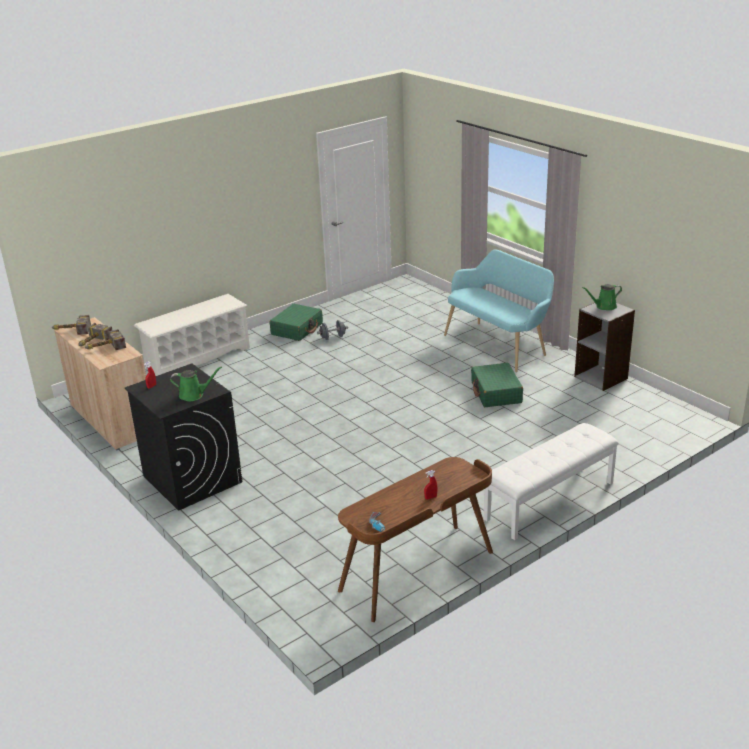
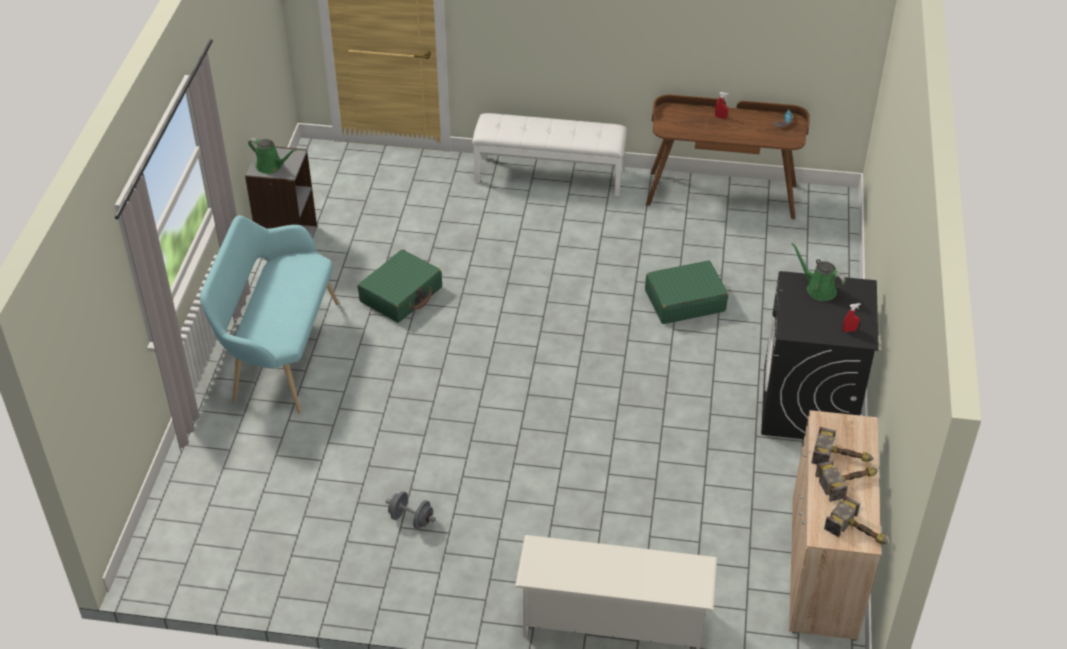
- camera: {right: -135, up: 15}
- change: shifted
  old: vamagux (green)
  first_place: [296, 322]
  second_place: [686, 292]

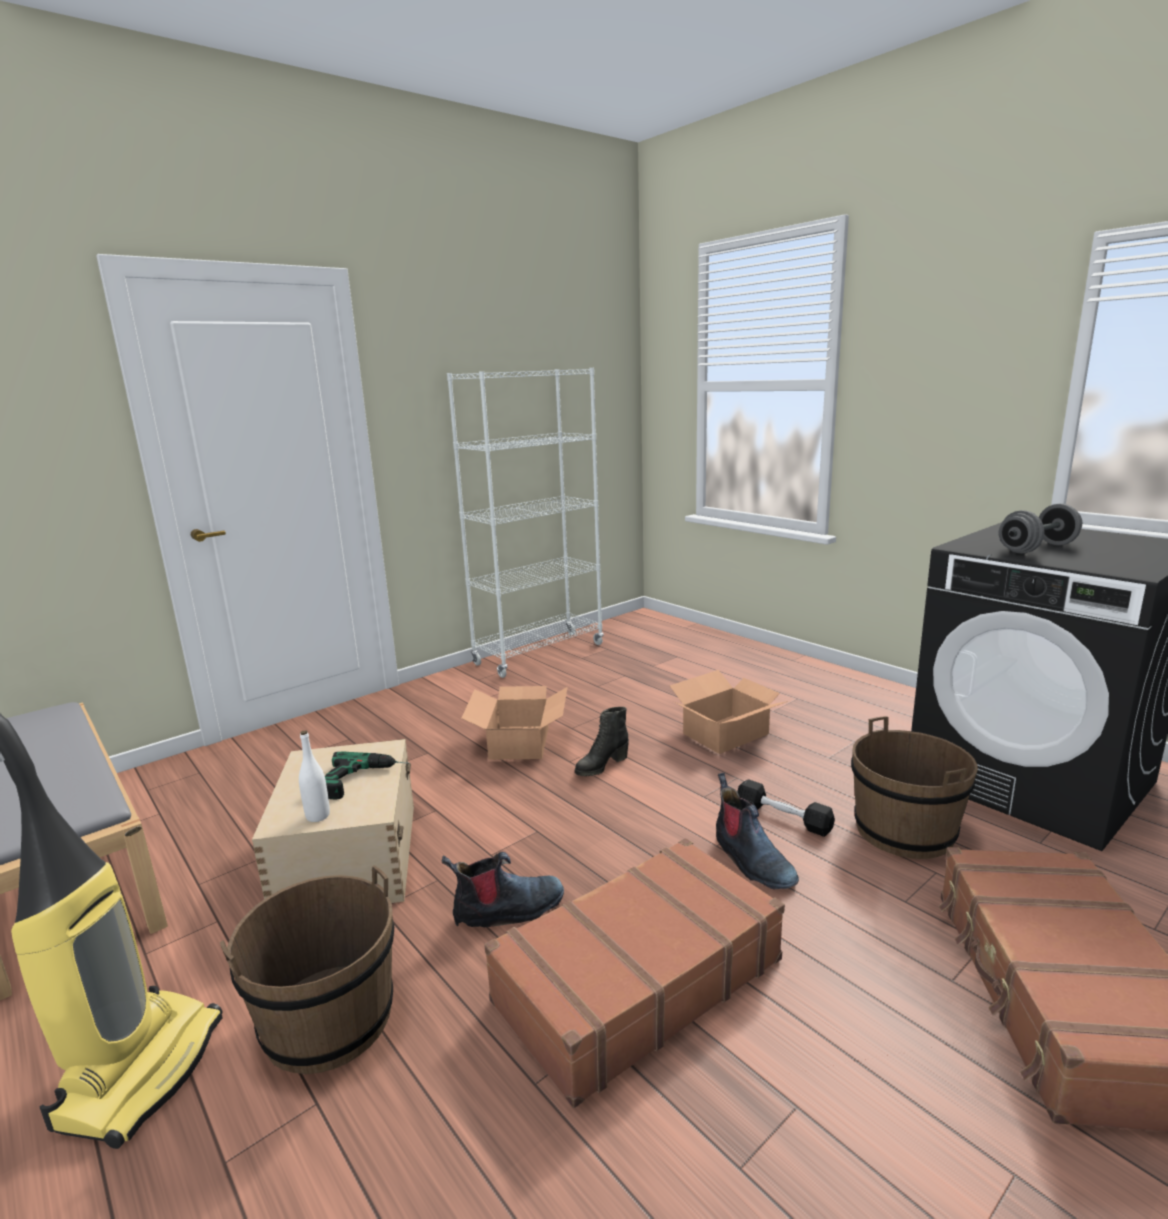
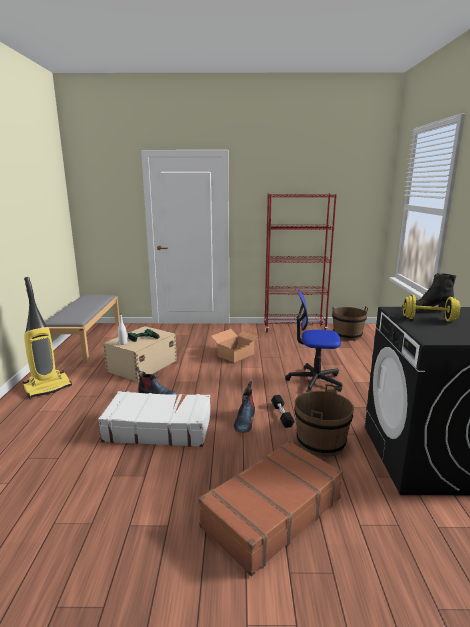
- camera: {right: 40, up: 0}
- change: shifted
  old: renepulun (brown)
  first_place: [307, 969]
  second_place: [350, 323]
- change: repainted
  old: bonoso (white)
  new: bonoso (red)
  first_place: [525, 523]
  second_place: [300, 263]
- change: repainted
  old: vamagux (brown)
  new: vamagux (white)
  first_place: [634, 973]
  second_place: [154, 419]
- change: shifted
  old: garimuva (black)
  first_place: [602, 741]
  second_place: [436, 292]
- change: swapped
  old: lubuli
  new: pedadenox
  first_place: [729, 712]
  second_place: [314, 341]
- change: repainted
  old: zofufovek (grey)
  new: zofufovek (yellow)
  first_place: [1040, 529]
  second_place: [431, 308]

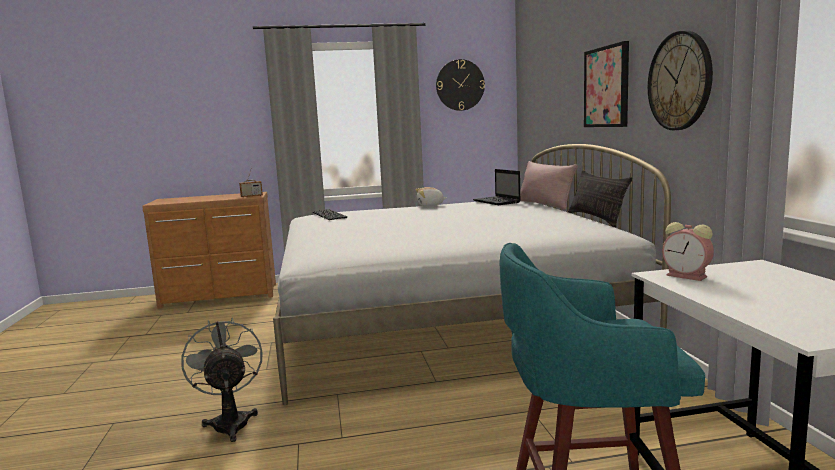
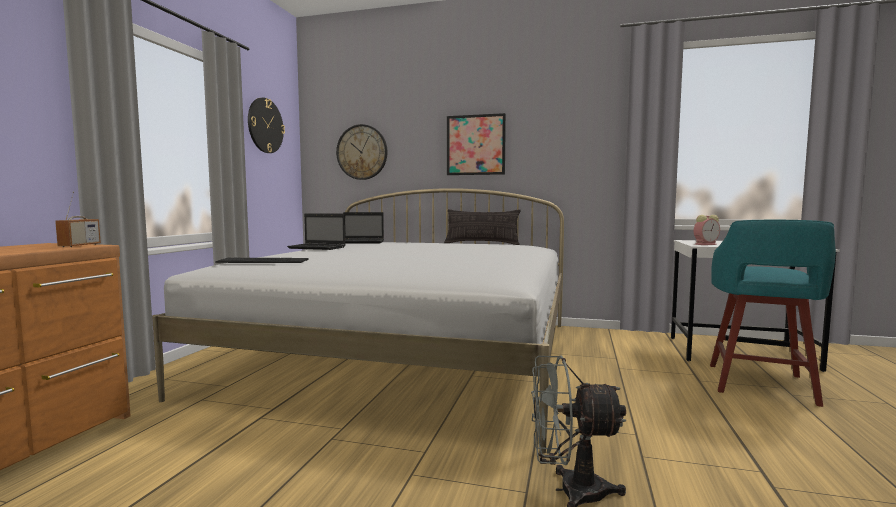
- camera: {right: -65, up: -5}
- change: swapped
  old: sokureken
  new: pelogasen
  first_place: [431, 196]
  second_place: [316, 231]
- change: gone
  old: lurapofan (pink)
  first_place: [549, 185]
- change: shifted
  old: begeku
  first_place: [680, 80]
  second_place: [362, 152]

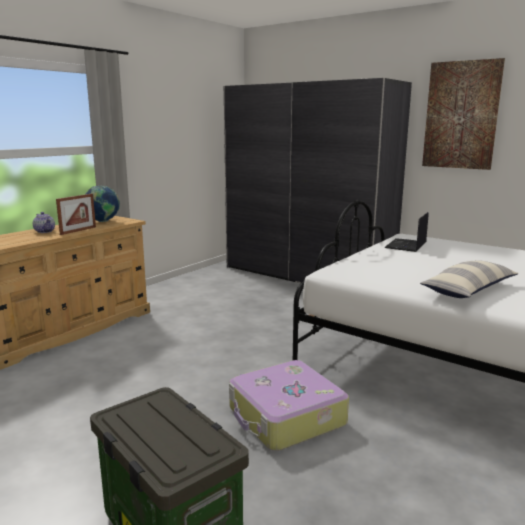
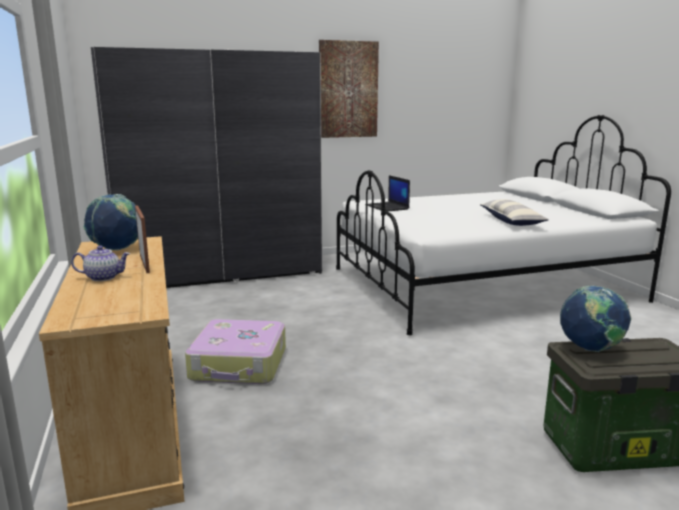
- camera: {right: -55, up: 0}
- change: shifted
  old: vamagux
  first_place: [289, 405]
  second_place: [235, 351]
- change: new
  new: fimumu
  second_place: [595, 318]

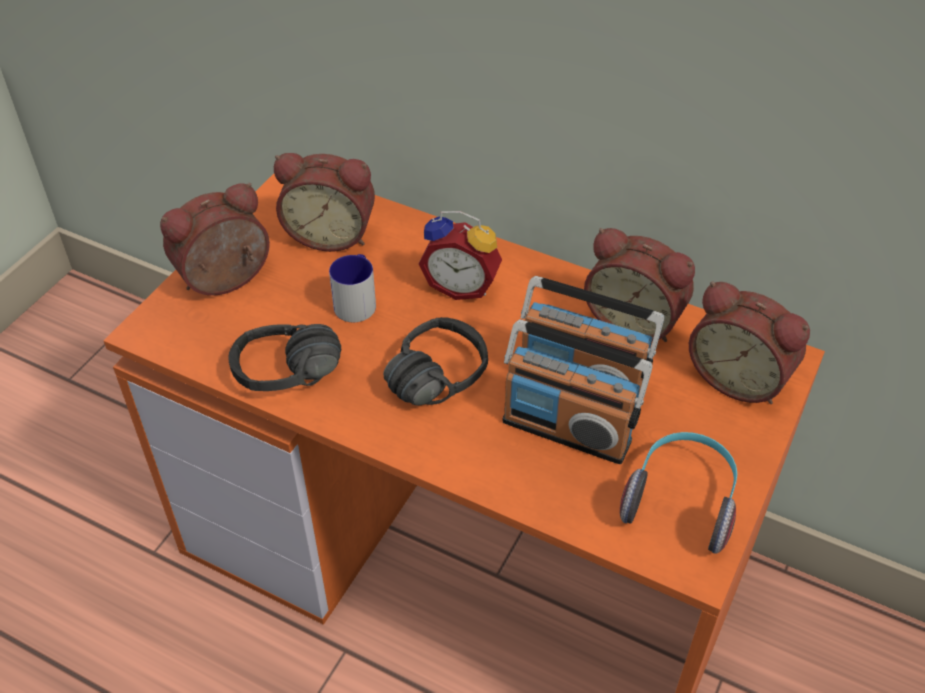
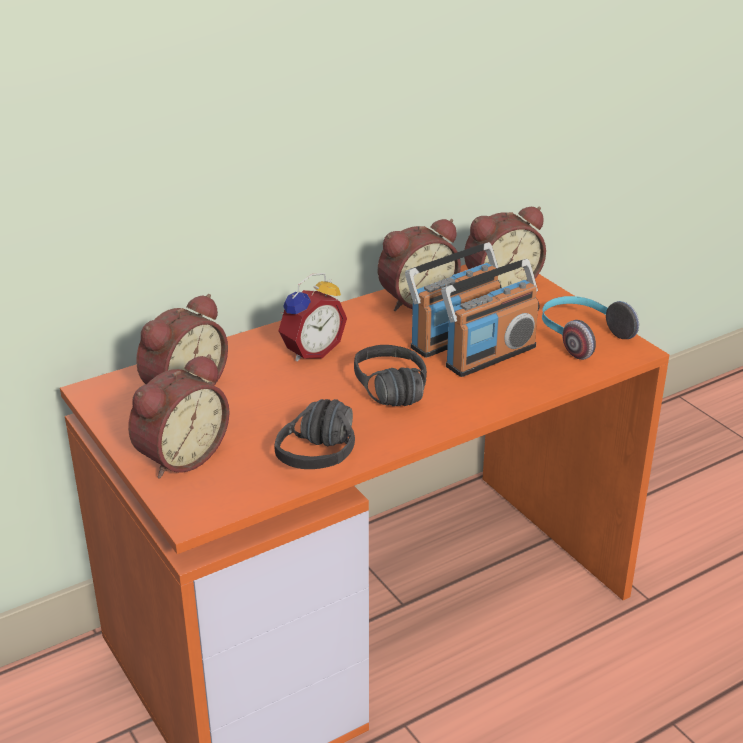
- camera: {right: -60, up: -15}
- change: rotated
  old: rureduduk
  first_place: [215, 239]
  second_place: [178, 416]
  degrees: -135
- change: gone
  old: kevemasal
  first_place: [352, 288]

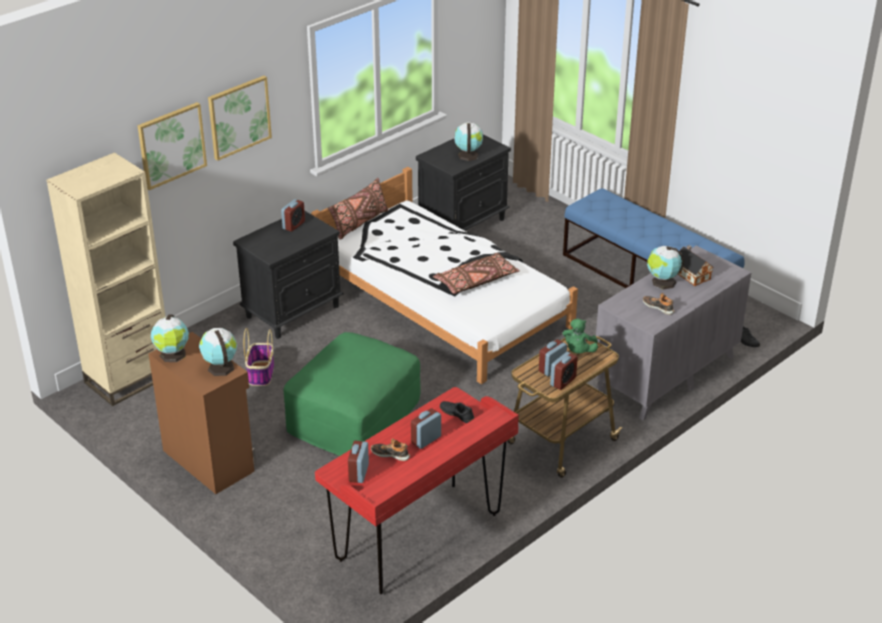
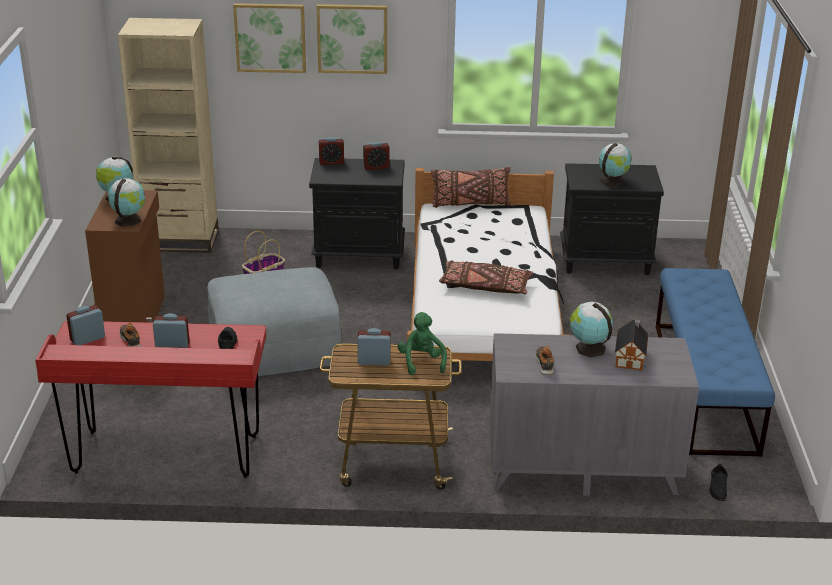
- camera: {right: 45, up: -5}
- change: repainted
  old: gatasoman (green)
  new: gatasoman (grey)
  first_place: [352, 394]
  second_place: [274, 321]
- change: shifted
  old: rureduduk
  first_place: [564, 371]
  second_place: [331, 151]
- change: rotated
  old: sokureken (green)
  first_place: [580, 336]
  second_place: [422, 343]
  degrees: 105

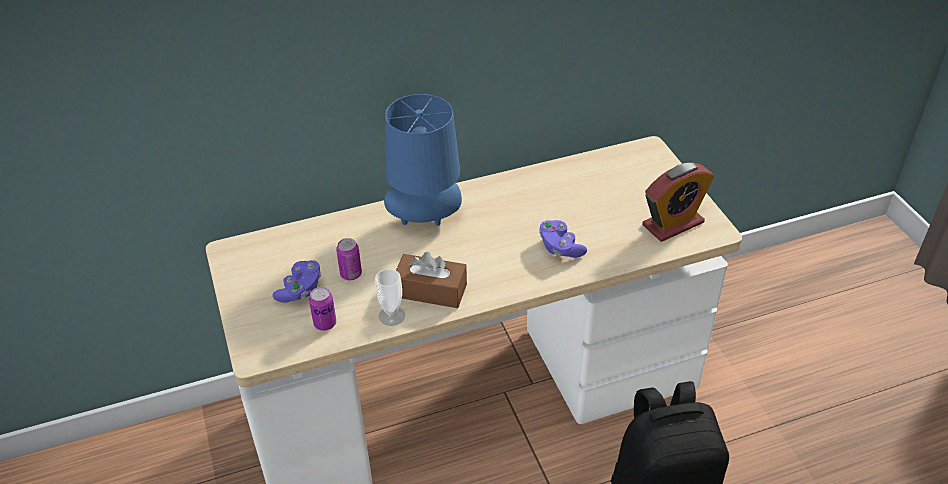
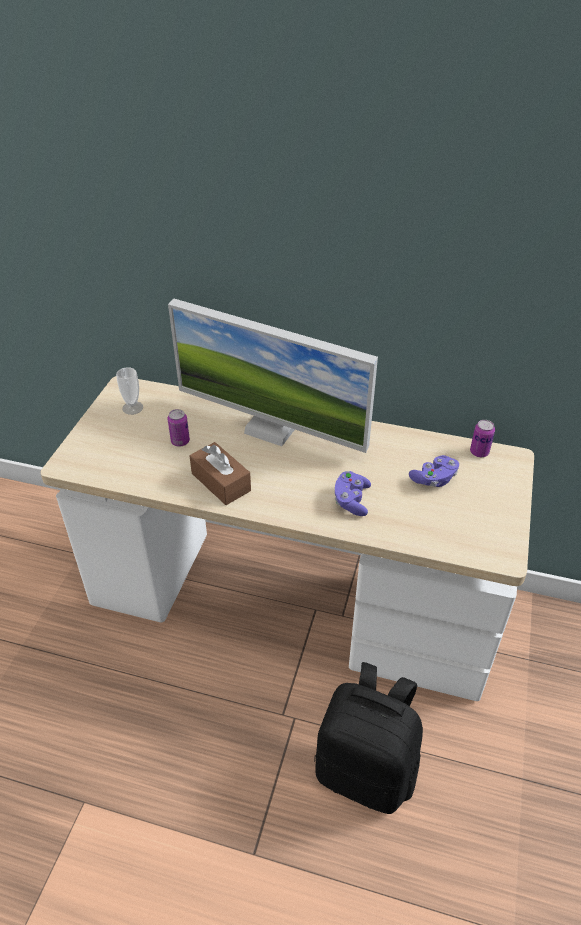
- camera: {right: 35, up: 0}
- change: shifted
  old: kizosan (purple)
  first_place: [296, 281]
  second_place: [434, 471]
- change: shifted
  old: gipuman
  first_place: [322, 309]
  second_place: [482, 438]
- change: shifted
  old: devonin
  first_place: [390, 297]
  second_place: [129, 391]
- change: swapped
  old: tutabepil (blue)
  new: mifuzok
  first_place: [423, 160]
  second_place: [273, 375]
- change: gone
  old: rureduduk
  first_place: [678, 202]

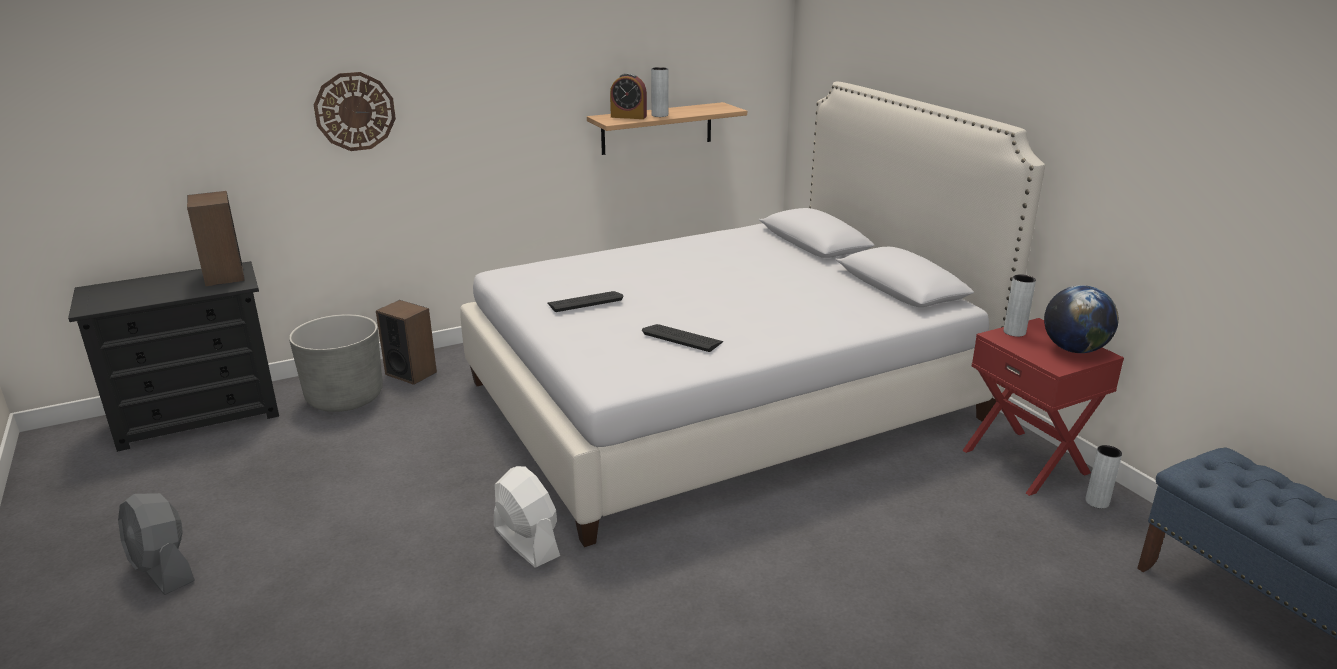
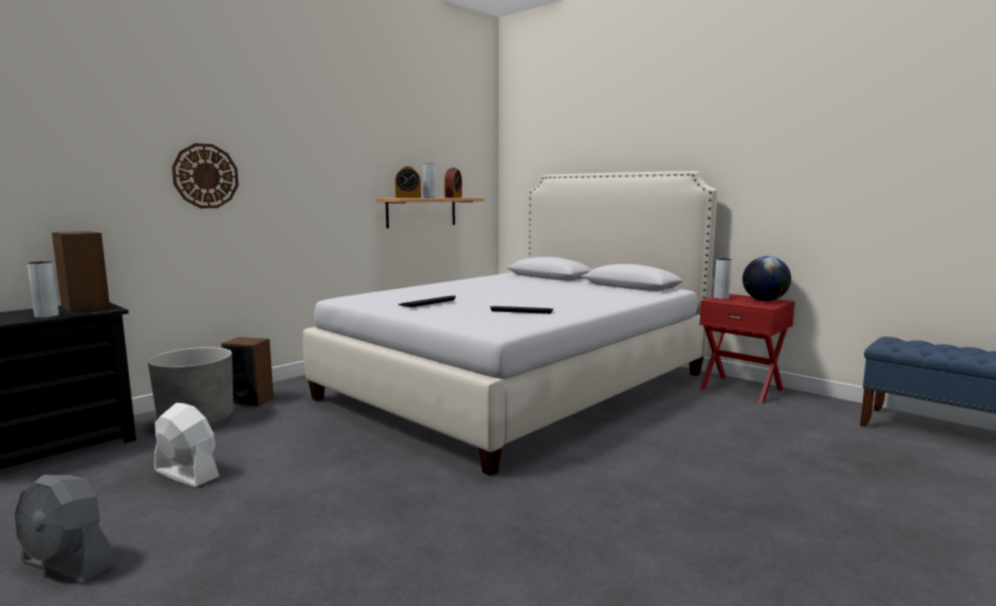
- camera: {right: -20, up: -15}
- change: shifted
  old: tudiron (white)
  first_place: [527, 517]
  second_place: [186, 445]
- change: shifted
  old: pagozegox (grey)
  first_place: [1103, 476]
  second_place: [43, 289]
- change: new
  new: rureduduk
  second_place: [453, 183]

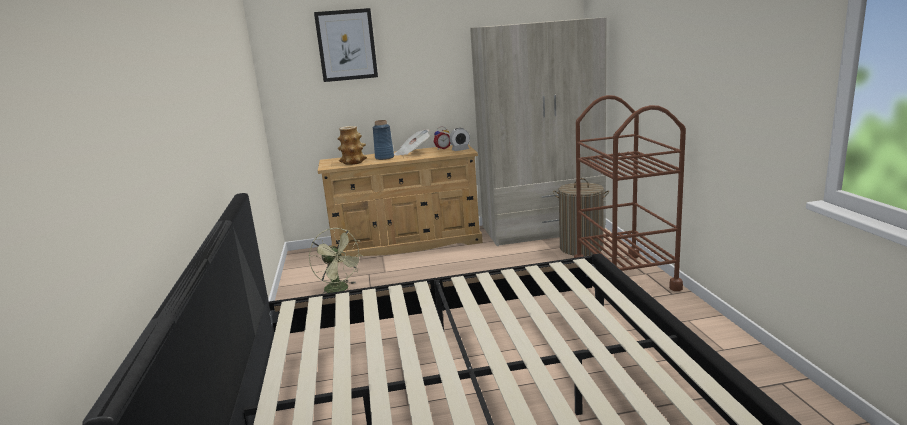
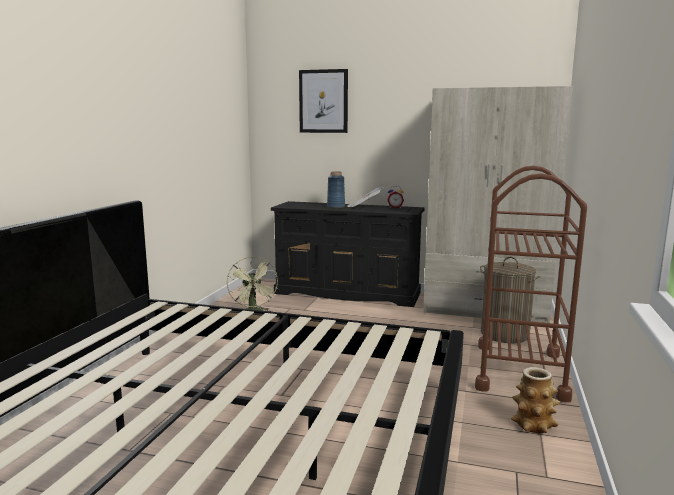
- camera: {right: 25, up: -5}
- change: repainted
  old: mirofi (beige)
  new: mirofi (black)
  first_place: [400, 204]
  second_place: [348, 254]
- change: shifted
  old: pagozegox
  first_place: [352, 145]
  second_place: [535, 400]
- change: gone
  old: rureduduk
  first_place: [459, 139]

